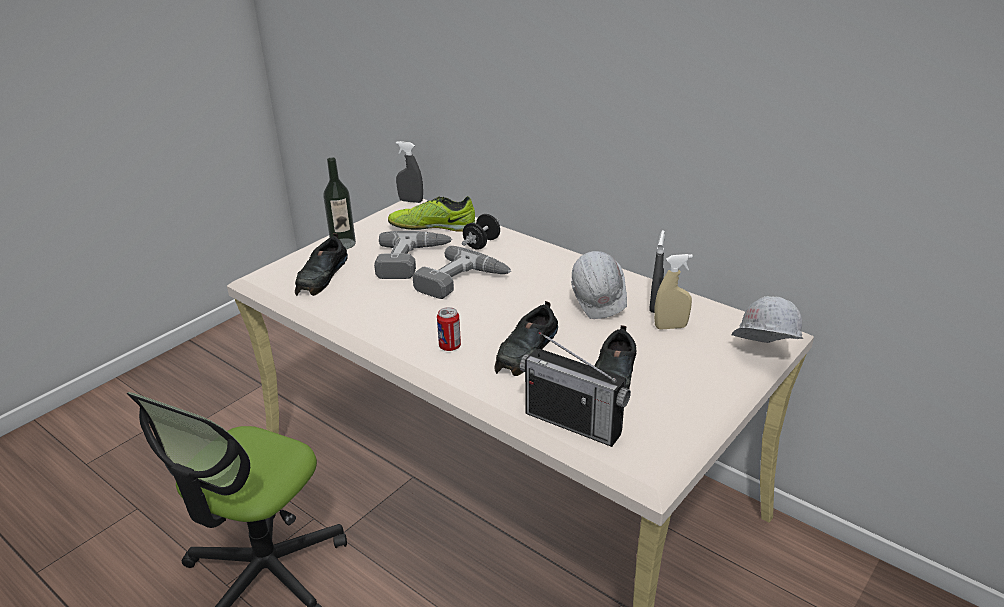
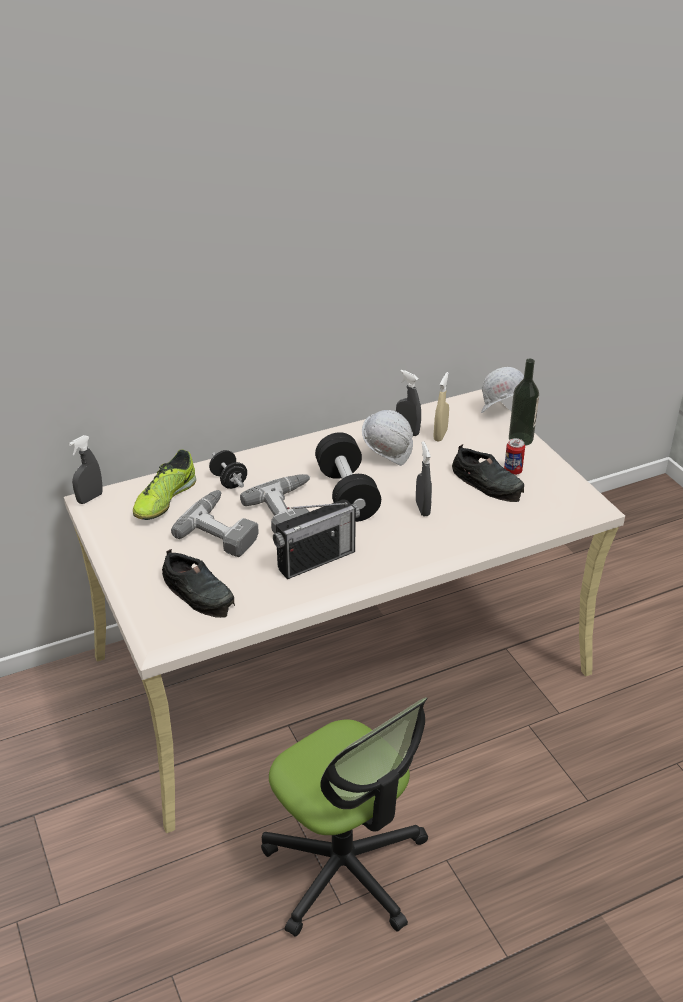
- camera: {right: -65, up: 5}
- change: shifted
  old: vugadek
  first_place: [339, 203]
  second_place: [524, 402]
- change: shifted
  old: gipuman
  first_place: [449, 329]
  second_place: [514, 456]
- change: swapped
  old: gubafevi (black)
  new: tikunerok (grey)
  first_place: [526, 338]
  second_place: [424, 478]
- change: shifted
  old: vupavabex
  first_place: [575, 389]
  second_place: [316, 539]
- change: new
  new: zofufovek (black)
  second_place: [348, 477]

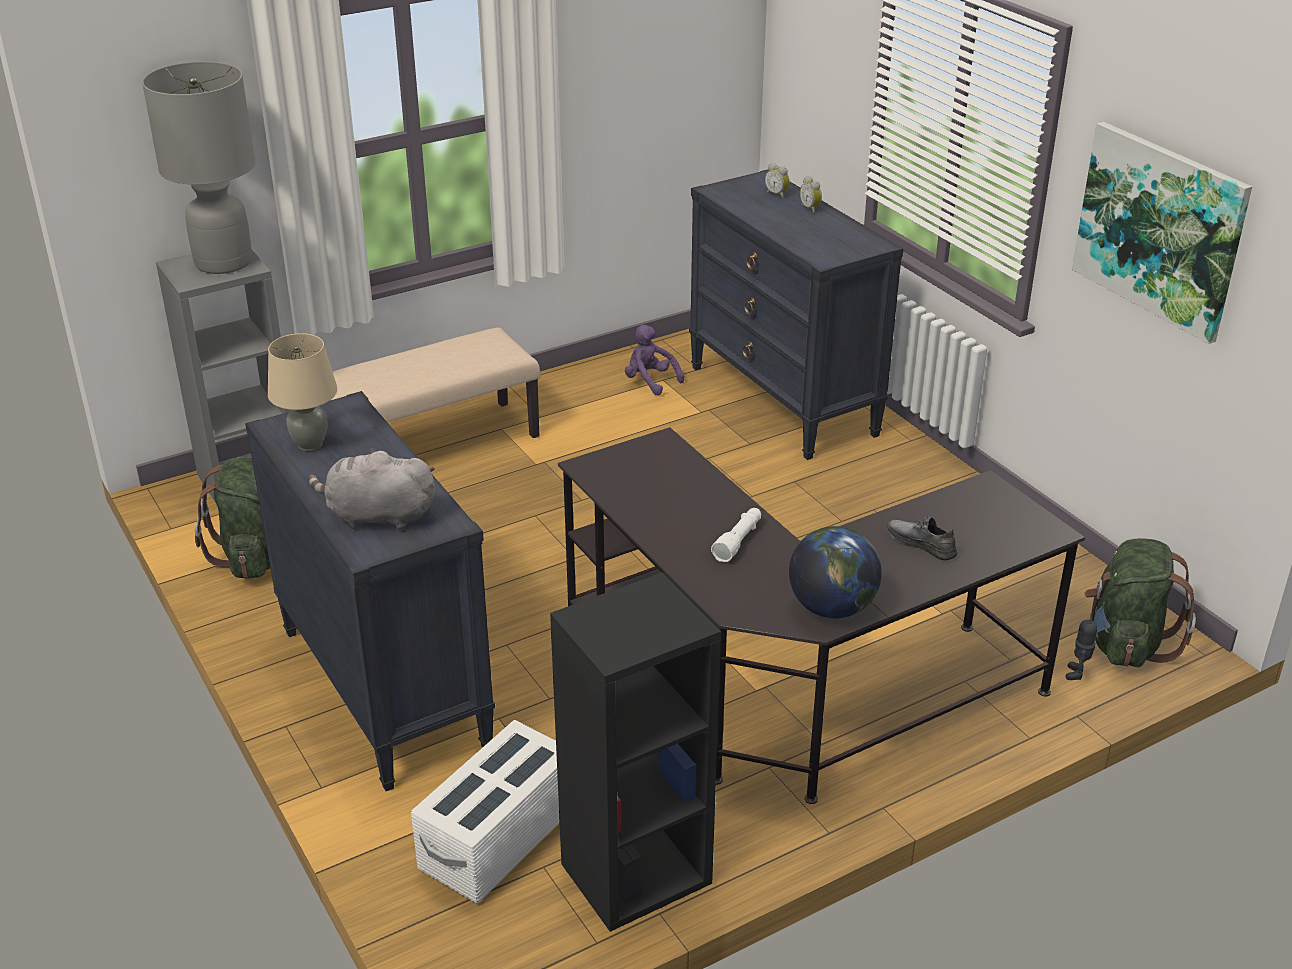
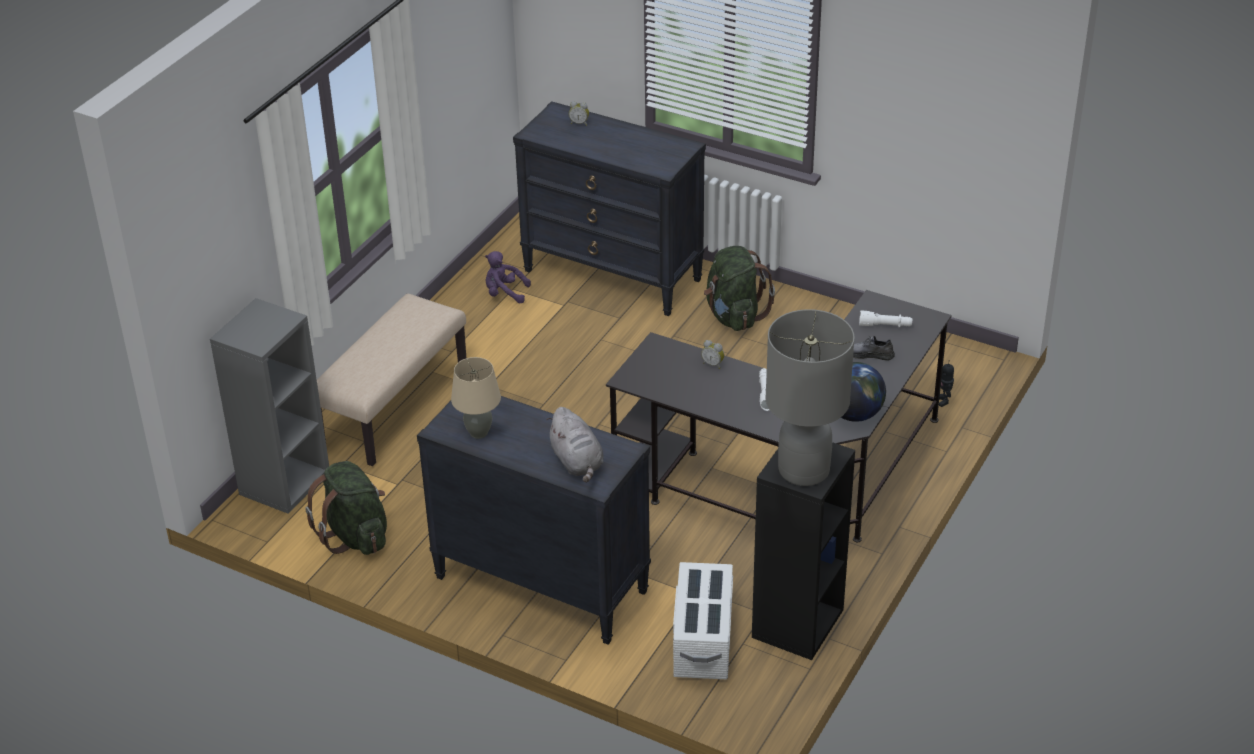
- camera: {right: -30, up: 5}
- change: shifted
  old: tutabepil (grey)
  first_place: [199, 167]
  second_place: [810, 397]
- change: rotated
  old: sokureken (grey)
  first_place: [371, 489]
  second_place: [575, 445]
  degrees: -90
- change: shifted
  old: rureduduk
  first_place: [811, 194]
  second_place: [712, 354]
- change: gone
  old: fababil
  first_place: [1162, 233]
- change: shifted
  old: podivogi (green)
  first_place: [1140, 602]
  second_place: [739, 288]
- change: new
  new: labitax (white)
  second_place: [885, 318]

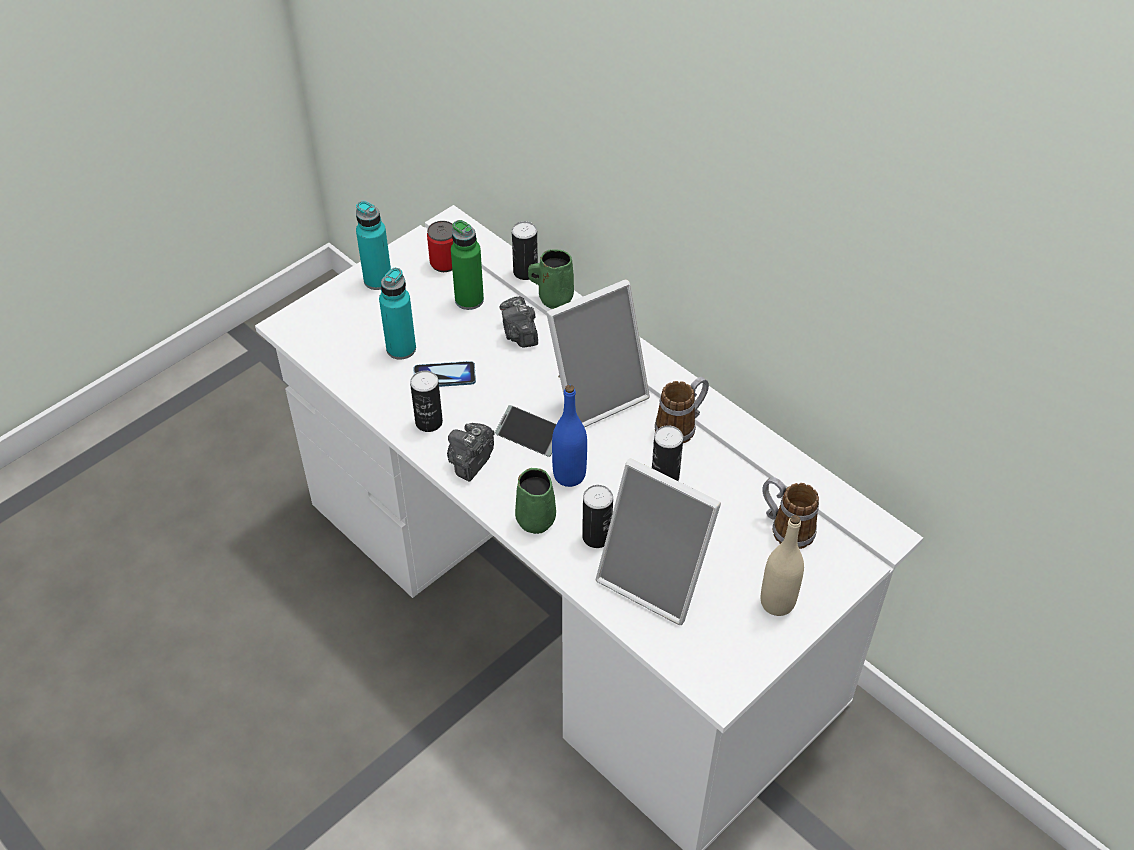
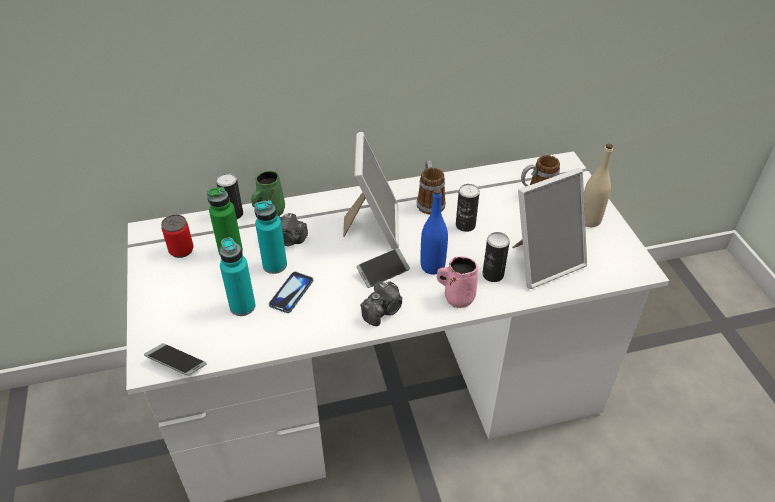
- camera: {right: -60, up: -5}
- change: shifted
  old: vugadek (turquoise)
  first_place: [373, 245]
  second_place: [270, 237]
- change: gone
  old: gipuman
  first_place: [426, 401]
- change: rotated
  old: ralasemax
  first_place: [471, 452]
  second_place: [381, 303]
  degrees: -105
- change: repainted
  old: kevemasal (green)
  new: kevemasal (pink)
  first_place: [535, 501]
  second_place: [457, 282]
- change: new
  new: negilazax
  second_place: [175, 359]

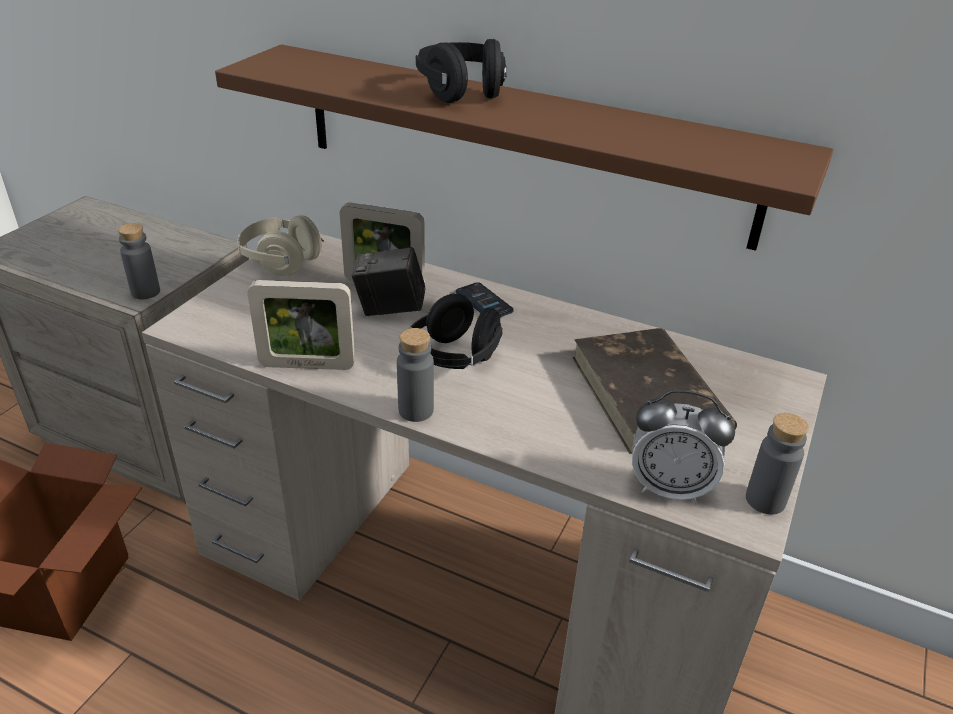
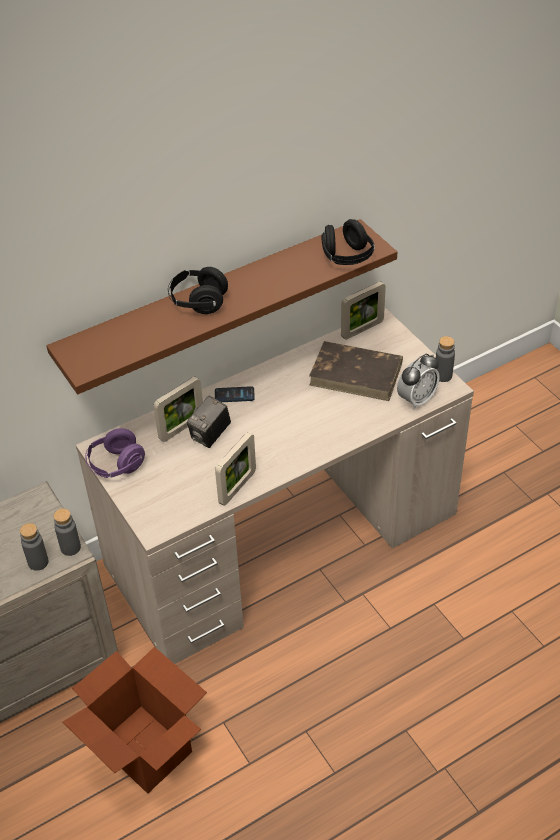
- camera: {right: -55, up: 10}
- change: repainted
  old: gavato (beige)
  new: gavato (purple)
  first_place: [280, 245]
  second_place: [115, 453]
- change: shifted
  old: vugadek (grey)
  first_place: [415, 375]
  second_place: [34, 547]
- change: shifted
  old: gavato (black)
  first_place: [456, 331]
  second_place: [348, 242]
- change: new
  new: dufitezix
  second_place: [363, 310]

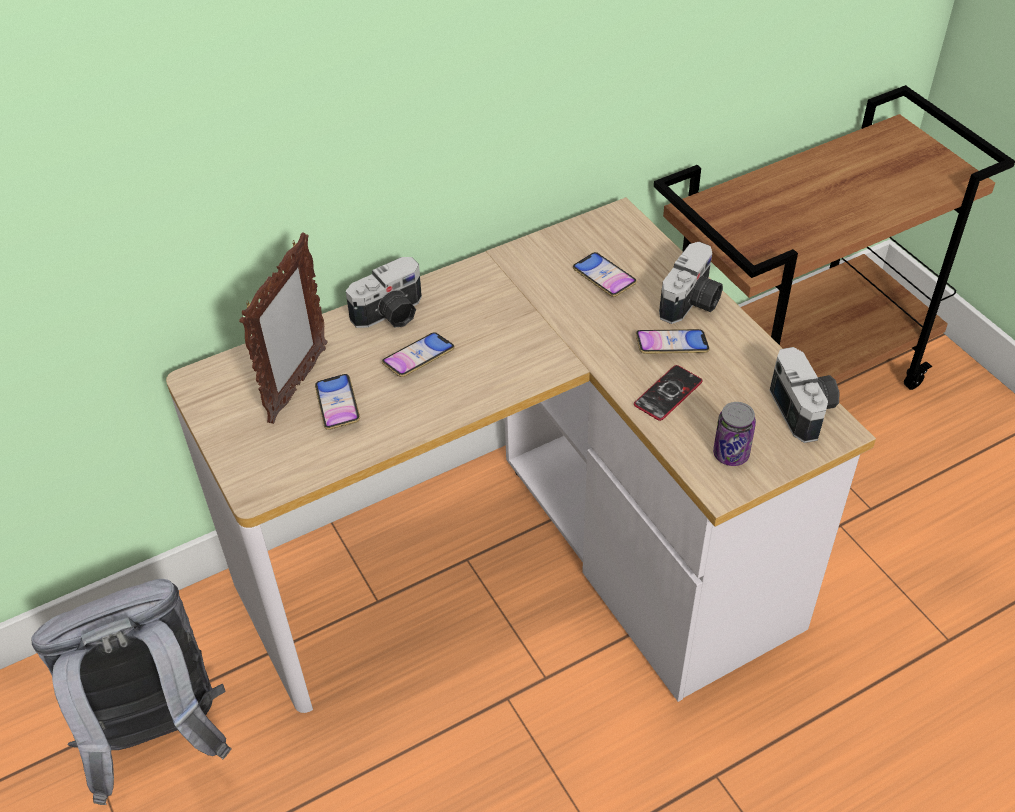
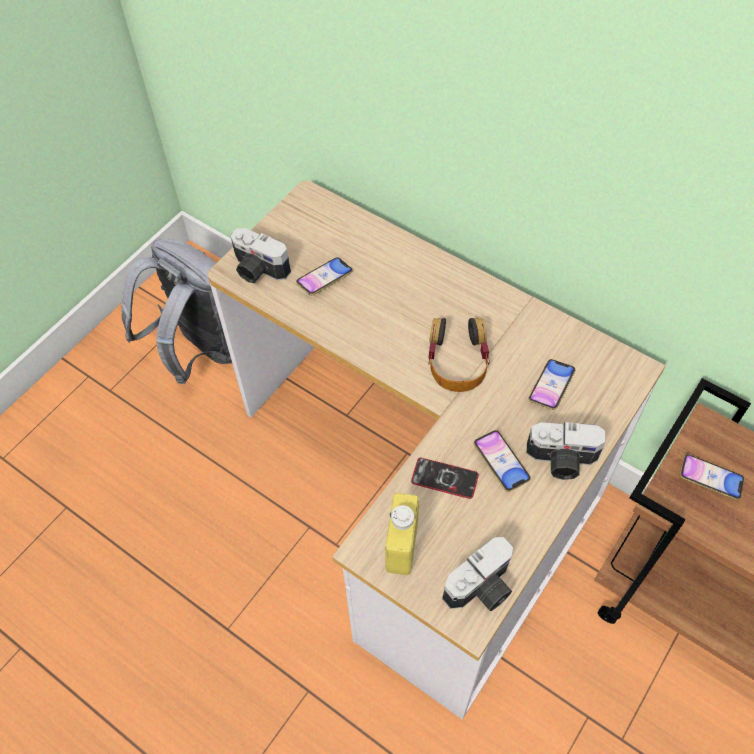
- camera: {right: 65, up: 10}
- change: gone
  old: dufitezix
  first_place: [283, 328]
- change: shifted
  old: ralasemax
  first_place: [384, 292]
  second_place: [260, 255]
- change: shifted
  old: negilazax
  first_place: [418, 354]
  second_place: [712, 477]
- change: swapped
  old: gipuman
  new: vugadek (yellow)
  first_place: [734, 434]
  second_place: [402, 534]
- change: new
  new: gavato
  second_place: [459, 355]

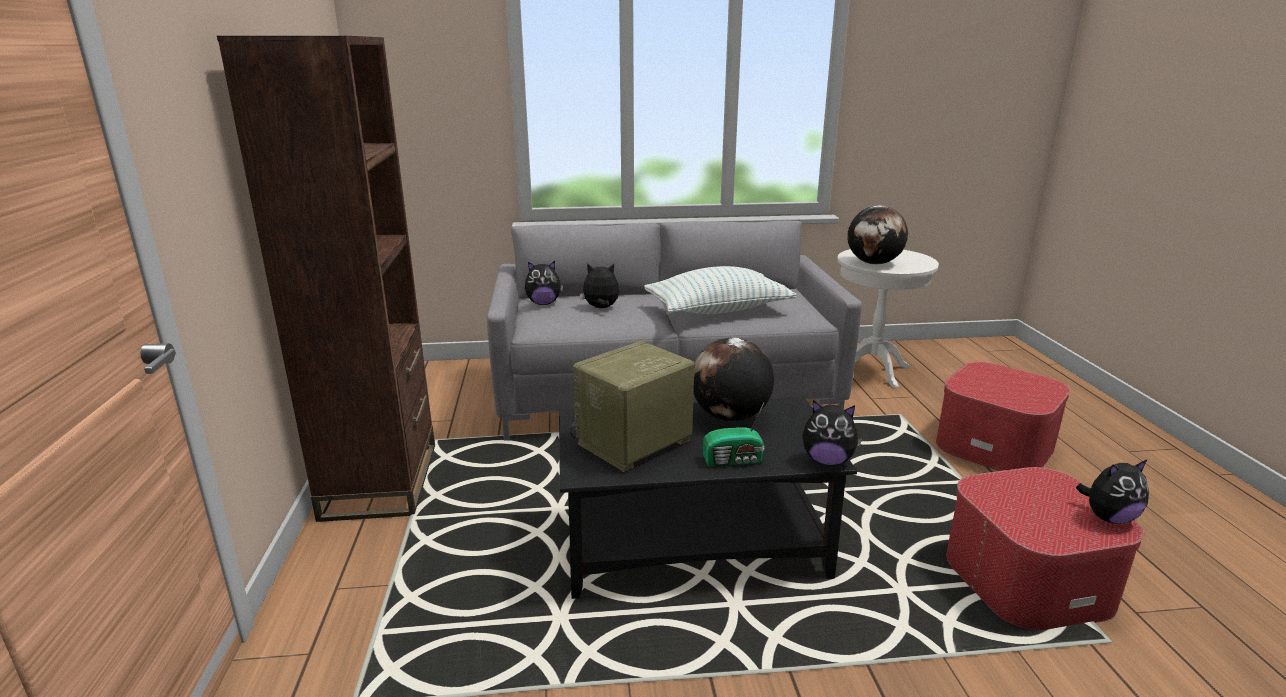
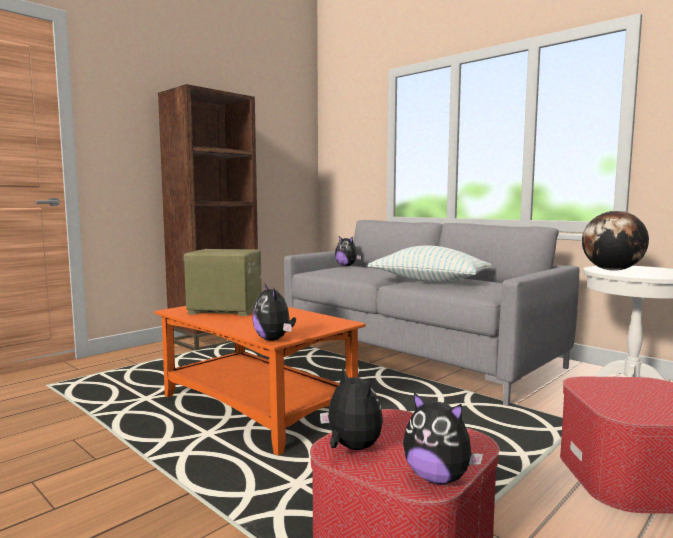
- camera: {right: 50, up: -15}
- change: repainted
  old: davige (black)
  new: davige (orange)
  first_place: [708, 498]
  second_place: [260, 380]
- change: shifted
  old: sokureken
  first_place: [599, 285]
  second_place: [351, 409]
- change: gone
  old: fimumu
  first_place: [733, 379]
- change: gone
  old: vupavabex
  first_place: [734, 435]

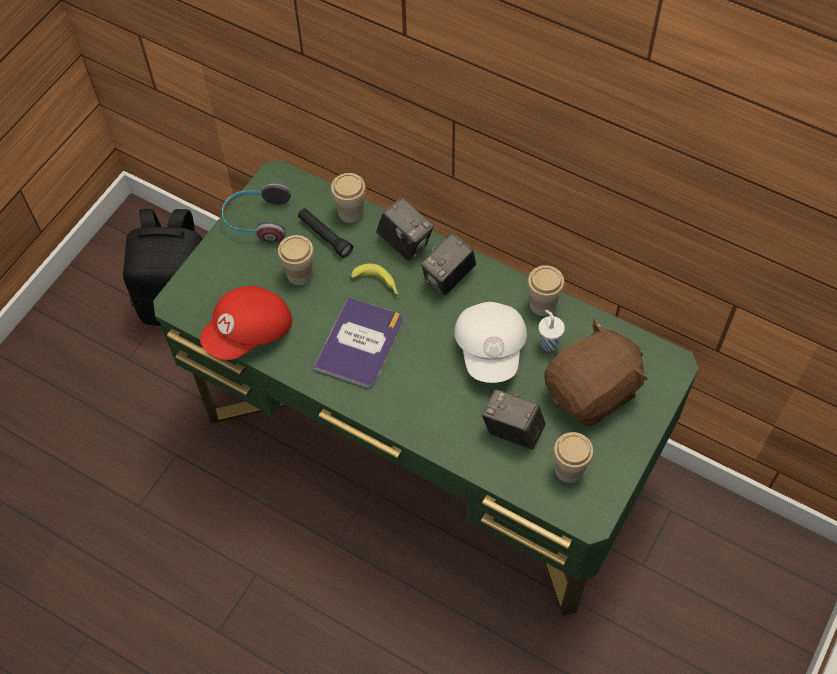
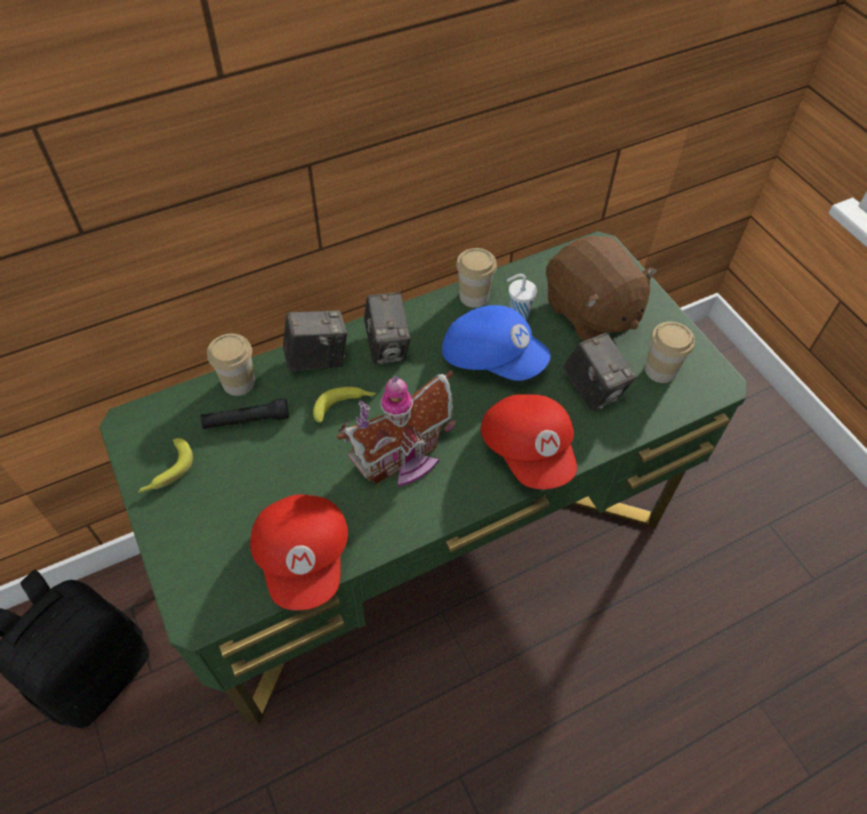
- camera: {right: -60, up: -5}
- change: swapped
  old: gavato
  new: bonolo
  first_place: [256, 213]
  second_place: [165, 465]
- change: gone
  old: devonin
  first_place: [296, 260]
- change: swapped
  old: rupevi
  new: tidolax
  first_place: [358, 342]
  second_place: [397, 428]
- change: repainted
  old: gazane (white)
  new: gazane (blue)
  first_place: [490, 342]
  second_place: [496, 343]
- change: rotated
  old: ralasemax
  first_place: [514, 420]
  second_place: [600, 372]
  degrees: -90
- change: rotated
  old: sokureken (brown)
  first_place: [596, 373]
  second_place: [601, 288]
  degrees: 150
- change: new
  new: gazane (red)
  second_place: [529, 441]

